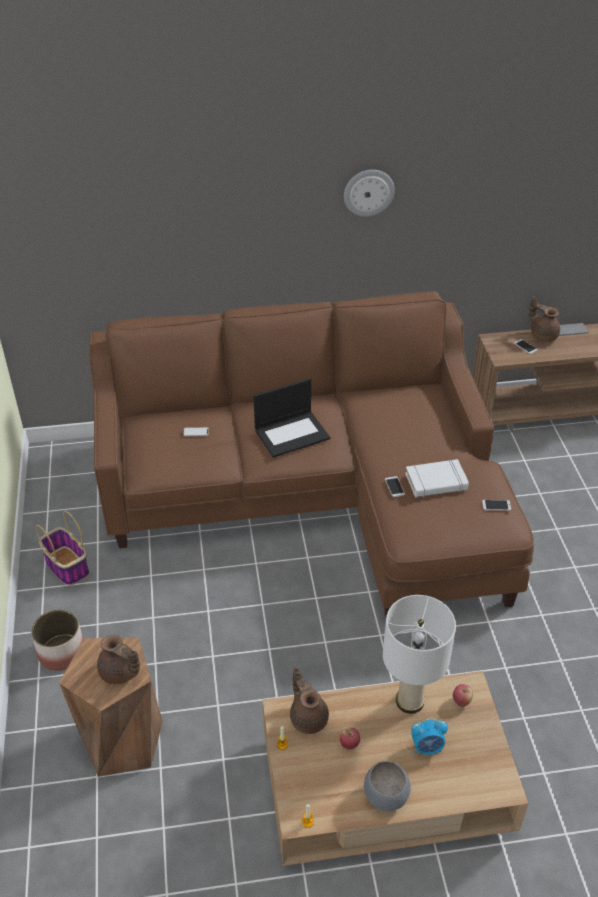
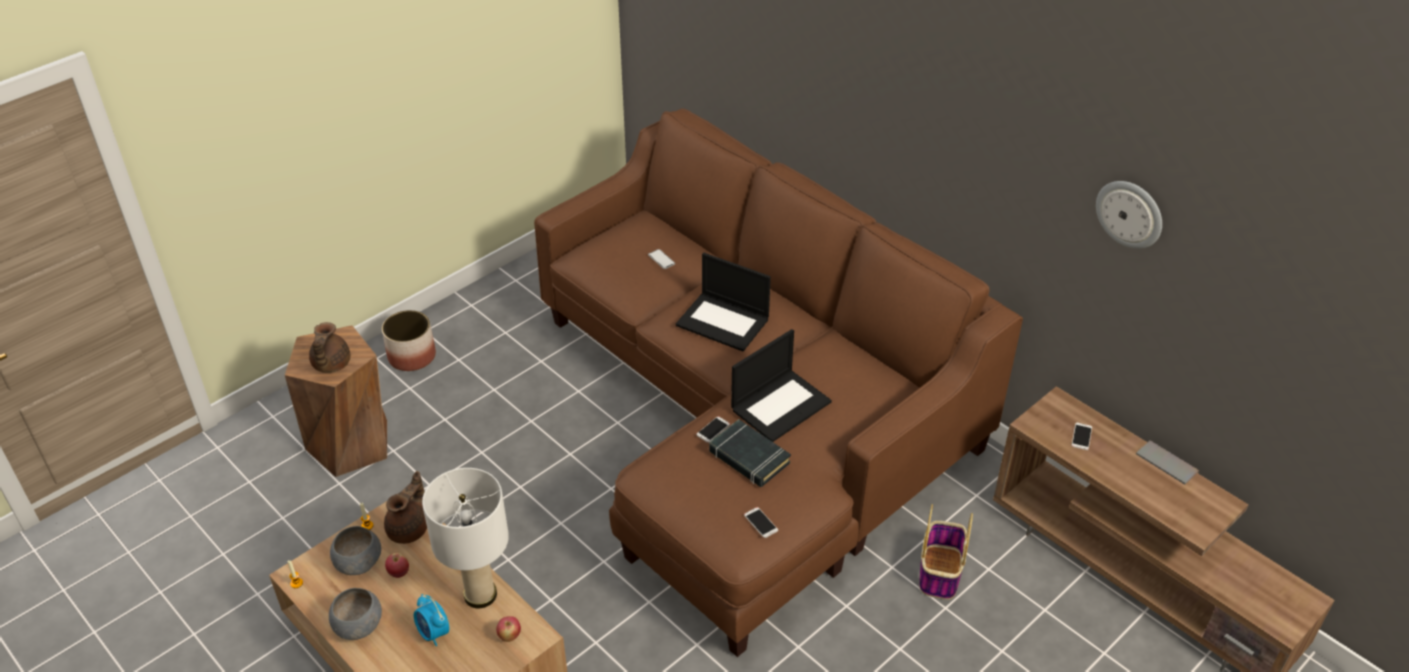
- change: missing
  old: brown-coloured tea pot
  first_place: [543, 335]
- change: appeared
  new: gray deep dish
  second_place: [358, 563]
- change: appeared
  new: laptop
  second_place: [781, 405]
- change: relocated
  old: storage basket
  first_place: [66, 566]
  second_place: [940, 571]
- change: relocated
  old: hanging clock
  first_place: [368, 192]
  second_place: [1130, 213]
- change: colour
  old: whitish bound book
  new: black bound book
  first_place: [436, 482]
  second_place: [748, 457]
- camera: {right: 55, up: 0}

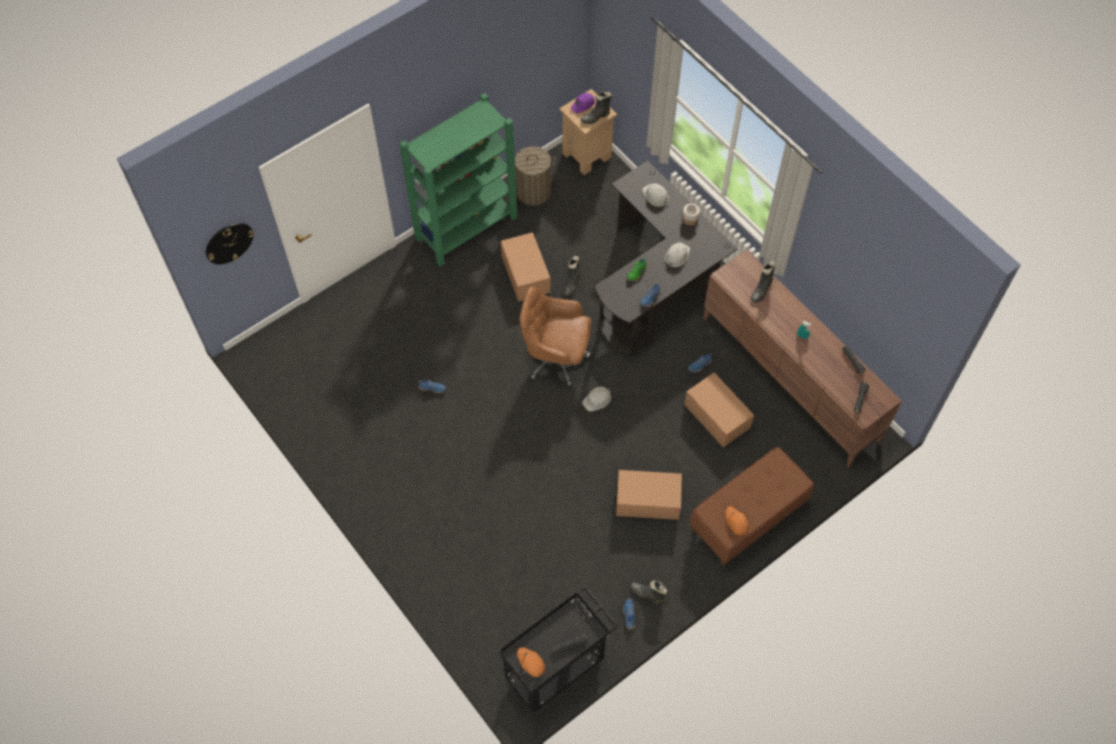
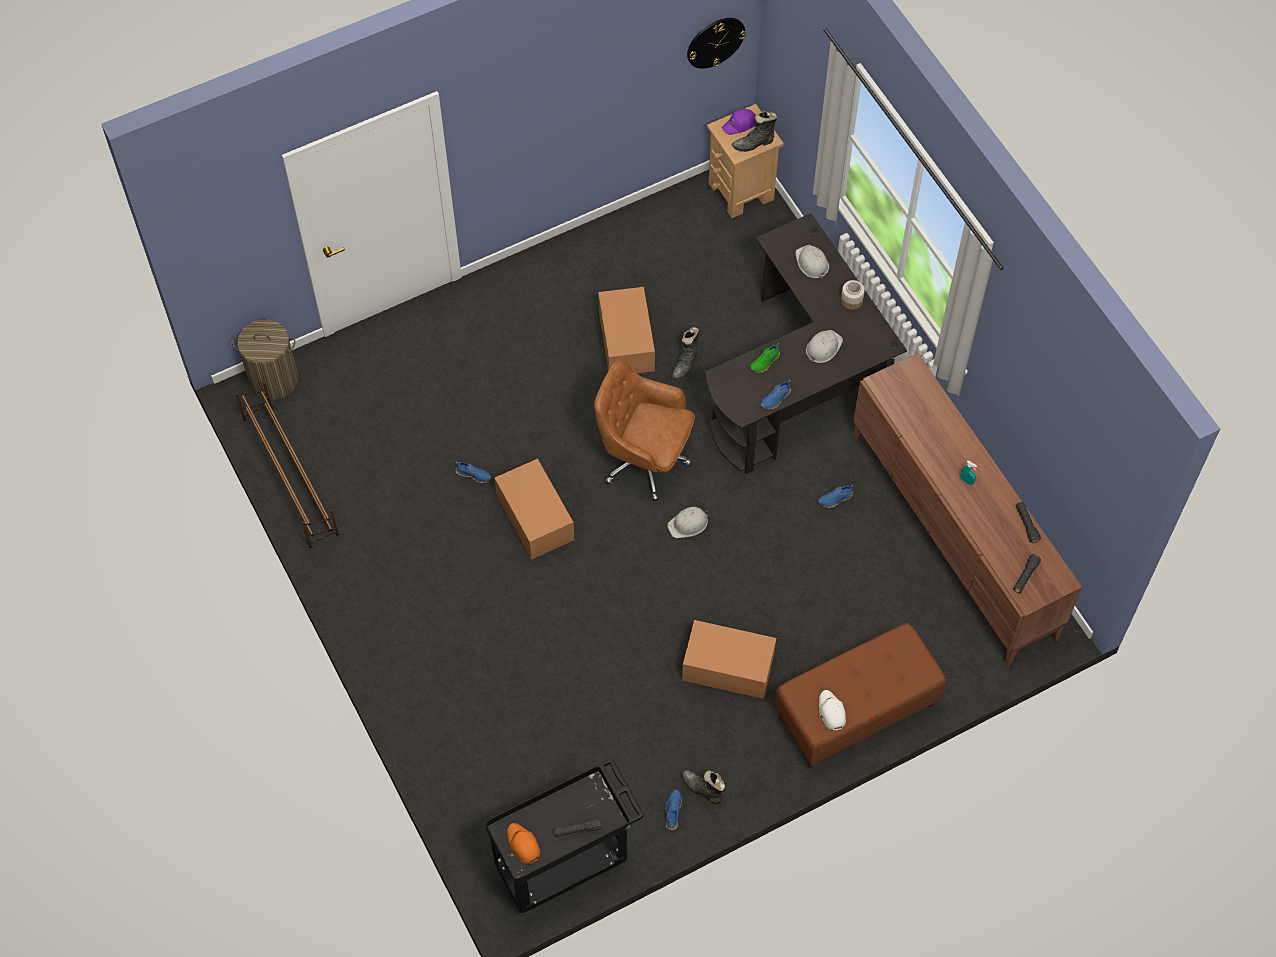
- change: missing
  old: green shelving unit
  first_place: [466, 227]
- change: missing
  old: black high-top boot
  first_place: [762, 290]
- change: appeared
  new: brown-coloured shoe rack
  second_place: [290, 475]
- change: relocated
  old: hanging clock
  first_place: [229, 243]
  second_place: [715, 42]
- change: relocated
  old: washing basket
  first_place: [533, 192]
  second_place: [273, 379]
- change: relocated
  old: cardboard box
  first_place: [717, 416]
  second_place: [535, 518]
- change: colour
  old: orangey cap
  new: whitish cap
  first_place: [736, 522]
  second_place: [831, 712]
- camera: {right: 10, up: 0}

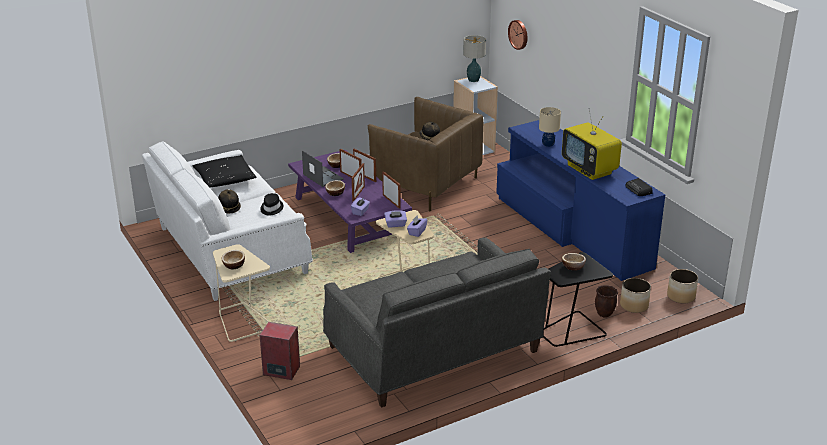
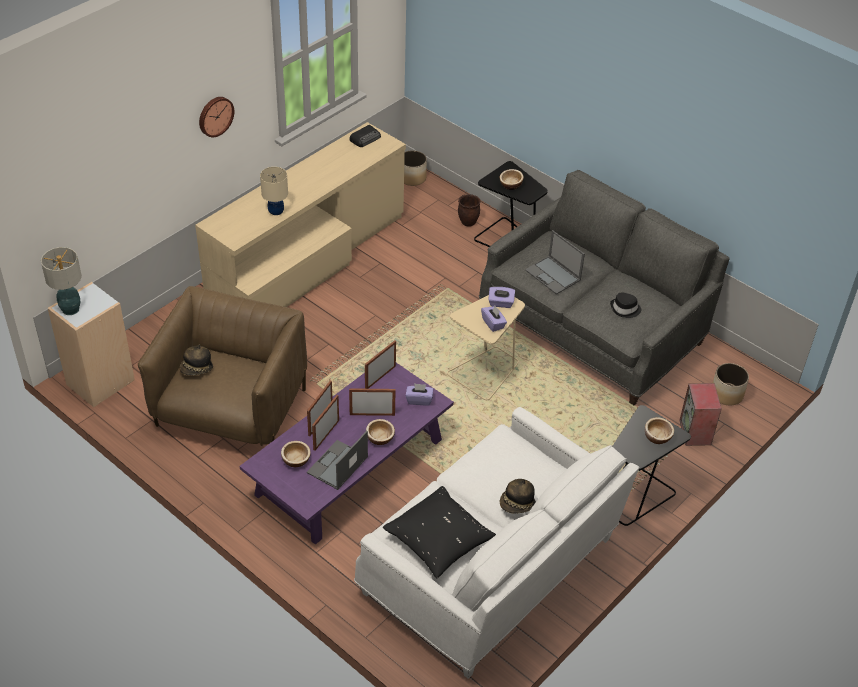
- change: missing
  old: TV set
  first_place: [590, 169]
- change: appeared
  new: laptop
  second_place: [553, 275]
- change: relocated
  old: black wearable hat
  first_place: [271, 208]
  second_place: [625, 309]
- change: relocated
  old: hanging clock
  first_place: [519, 34]
  second_place: [215, 116]
- change: relocated
  old: planter
  first_place: [634, 305]
  second_place: [726, 394]
- change: colour
  old: beige-coloured accent table
  new: black accent table
  first_place: [242, 322]
  second_place: [634, 495]
- change: colour
  old: blue tv unit
  new: beige-coloured tv unit
  first_place: [571, 230]
  second_place: [307, 262]
- camera: {right: -110, up: 15}

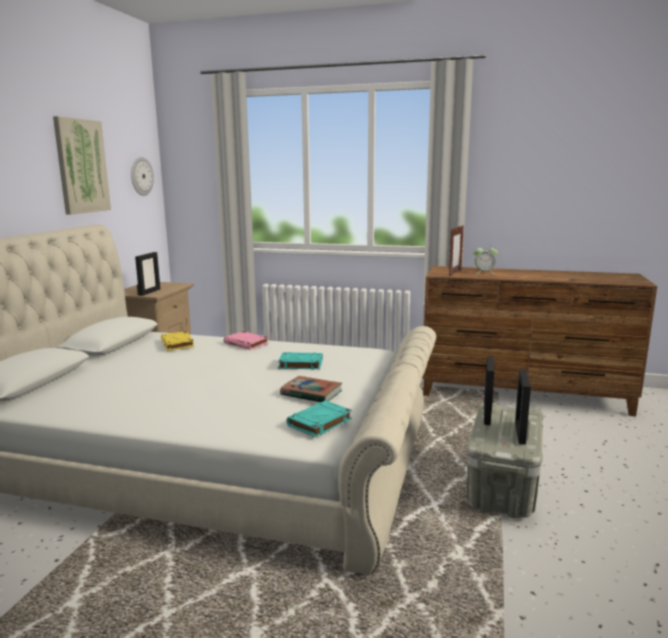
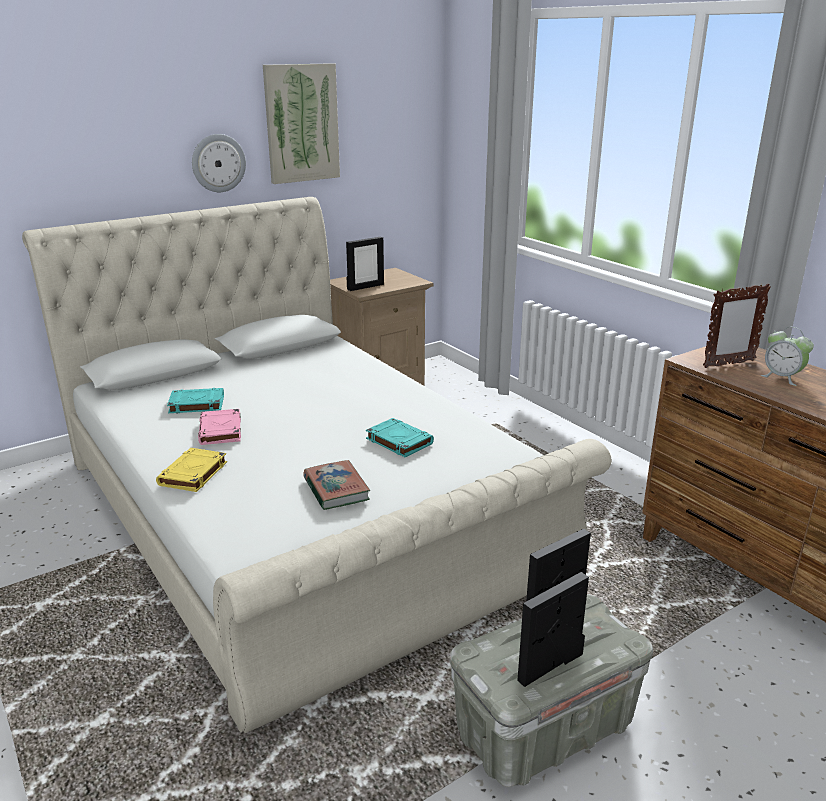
- change: relocated
  old: hanging clock
  first_place: [141, 176]
  second_place: [218, 163]
- change: relocated
  old: yellow-coloured bound book
  first_place: [177, 344]
  second_place: [193, 474]
- change: relocated
  old: pink bound book
  first_place: [246, 343]
  second_place: [221, 431]
- change: relocated
  old: blue-green bound book
  first_place: [319, 422]
  second_place: [196, 404]
- camera: {right: 40, up: 10}

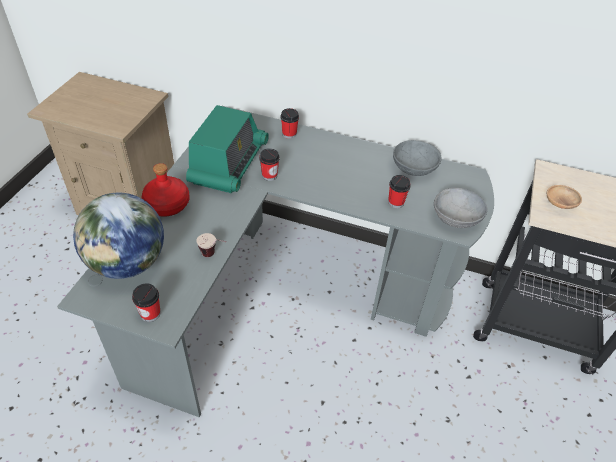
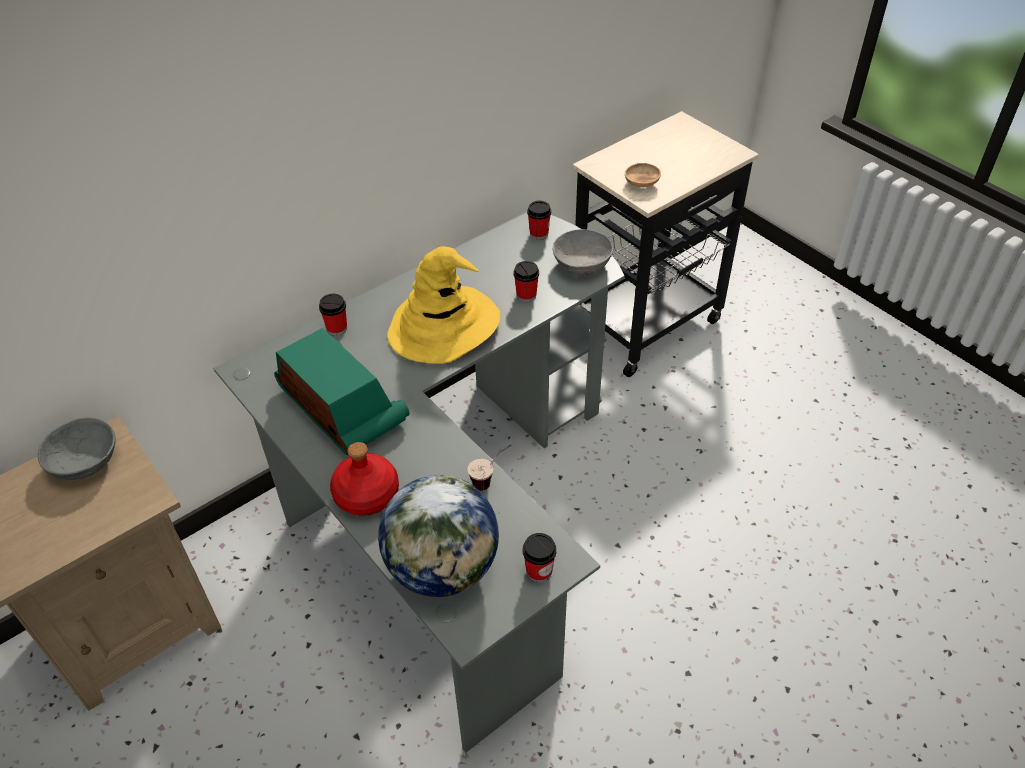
- change: appeared
  new: yellow-coloured wearable hat
  second_place: [444, 326]
- change: relocated
  old: cup
  first_place: [269, 175]
  second_place: [539, 234]
- change: relocated
  old: gray deep dish
  first_place: [413, 167]
  second_place: [84, 462]
- camera: {right: -55, up: 0}

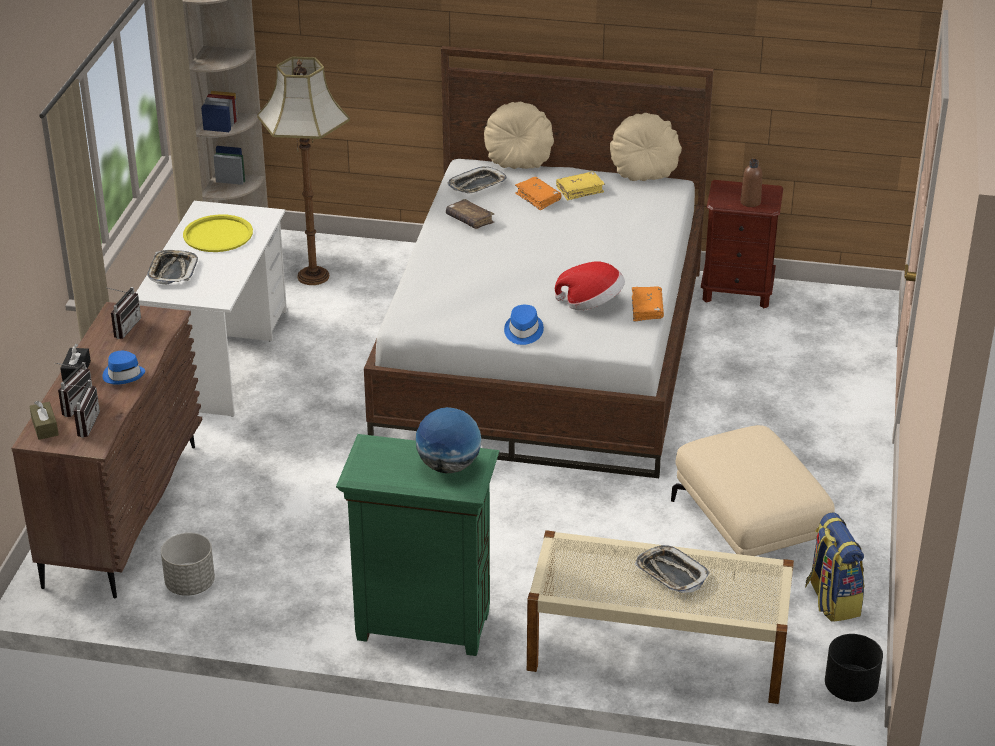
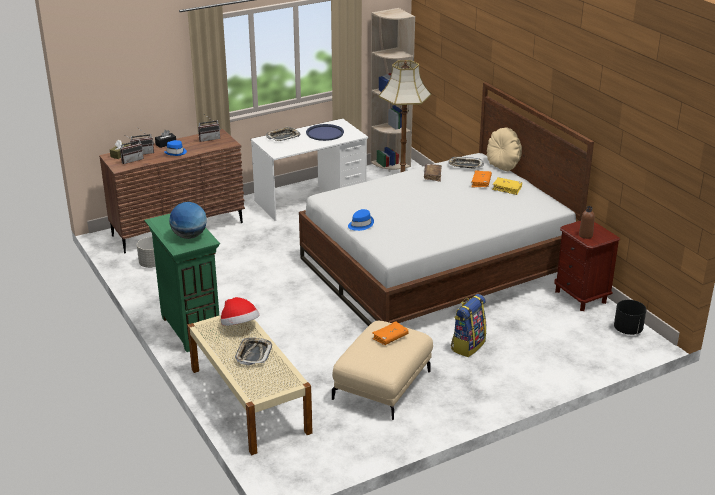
- change: missing
  old: beige-coloured throw pillow
  first_place: [644, 175]
- change: relocated
  old: wearable hat
  first_place: [591, 303]
  second_place: [240, 326]
- change: relocated
  old: orangey bound book
  first_place: [647, 309]
  second_place: [390, 337]
- change: relocated
  old: knapsack
  first_place: [831, 600]
  second_place: [467, 345]
- change: relocated
  old: black planter
  first_place: [850, 688]
  second_place: [628, 330]
- change: colour
  old: yellow-coloured carrying tray
  new: blue carrying tray
  first_place: [218, 235]
  second_place: [325, 133]
- camera: {right: 50, up: -5}

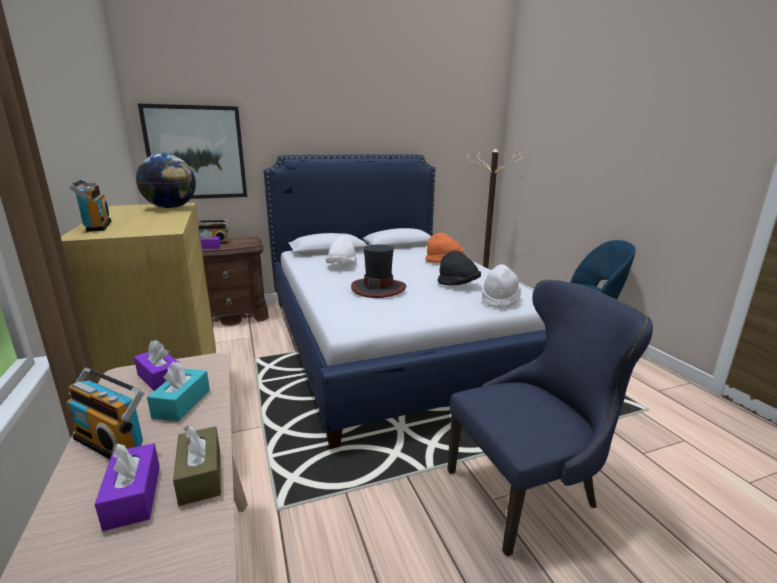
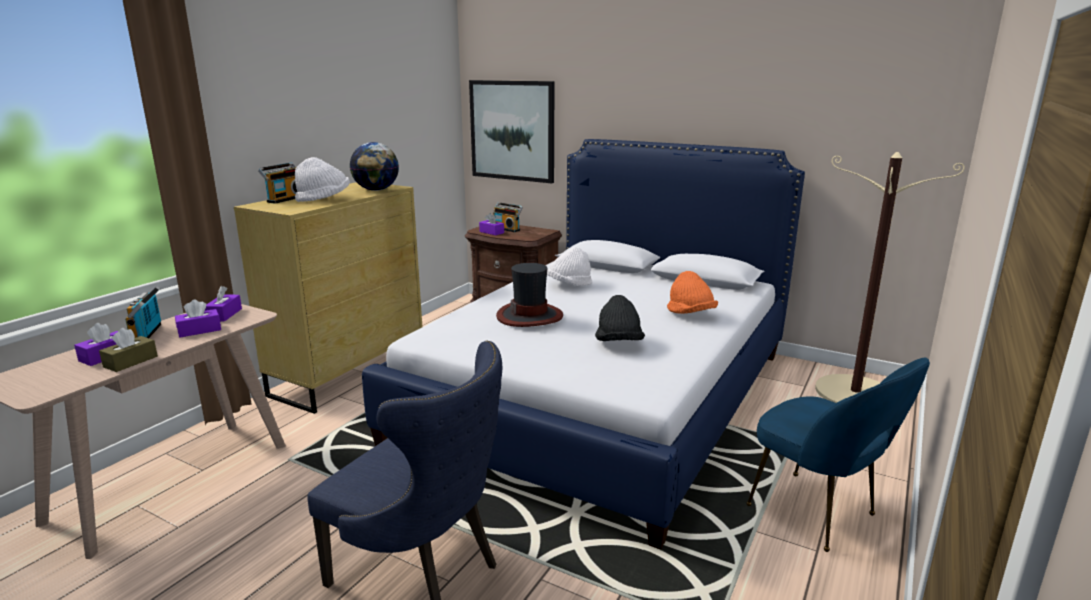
- change: relocated
  old: whitish wearable hat
  first_place: [500, 300]
  second_place: [324, 199]
- change: colour
  old: blue-green box of tissues
  new: purple-coloured box of tissues
  first_place: [182, 403]
  second_place: [199, 330]
- camera: {right: 50, up: 0}

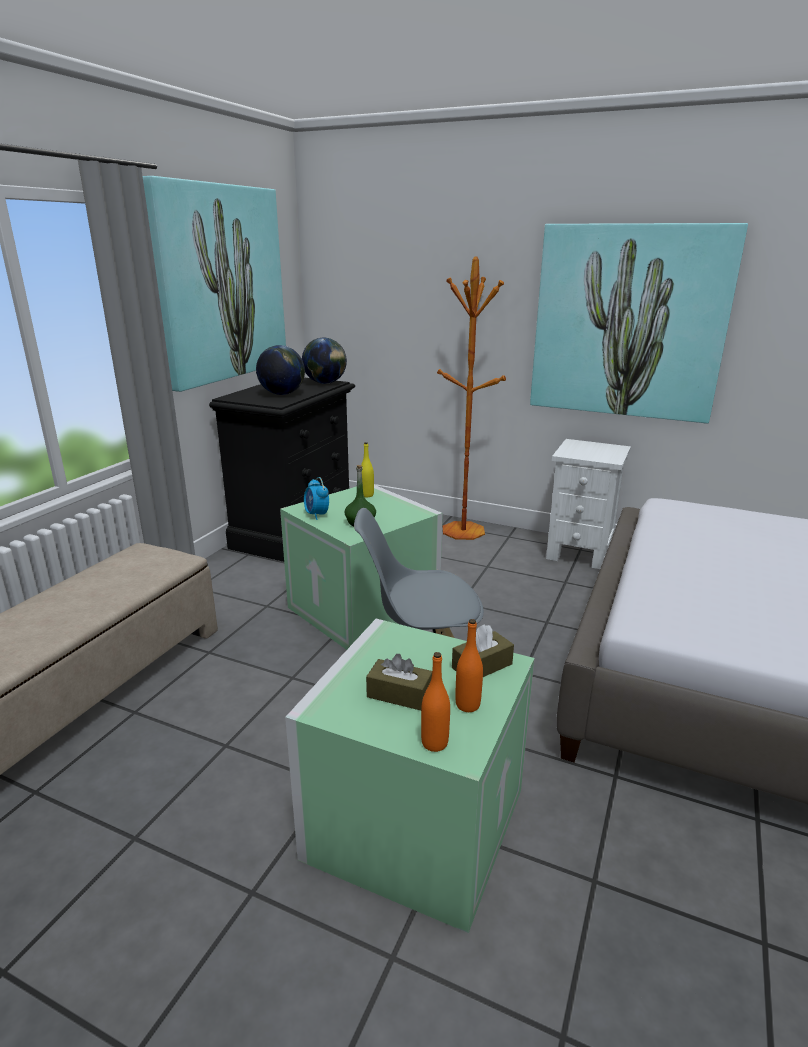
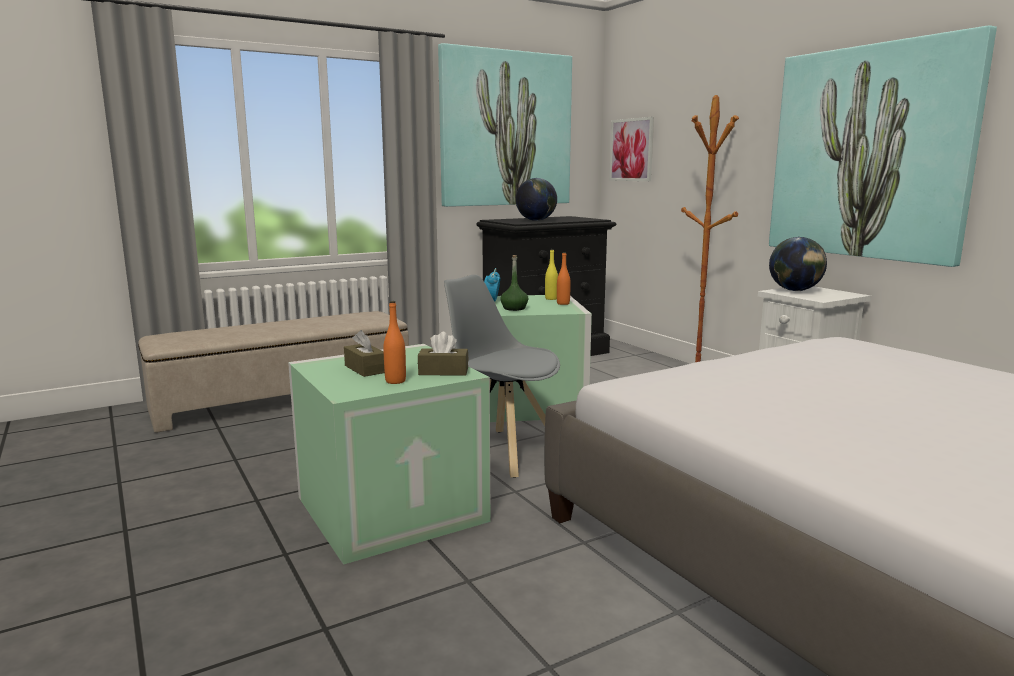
- change: appeared
  new: wall picture
  second_place: [631, 150]
- change: relocated
  old: desk globe
  first_place: [325, 383]
  second_place: [795, 290]
- change: relocated
  old: orangey drink bottle
  first_place: [434, 743]
  second_place: [563, 303]
- camera: {right: 35, up: -10}

